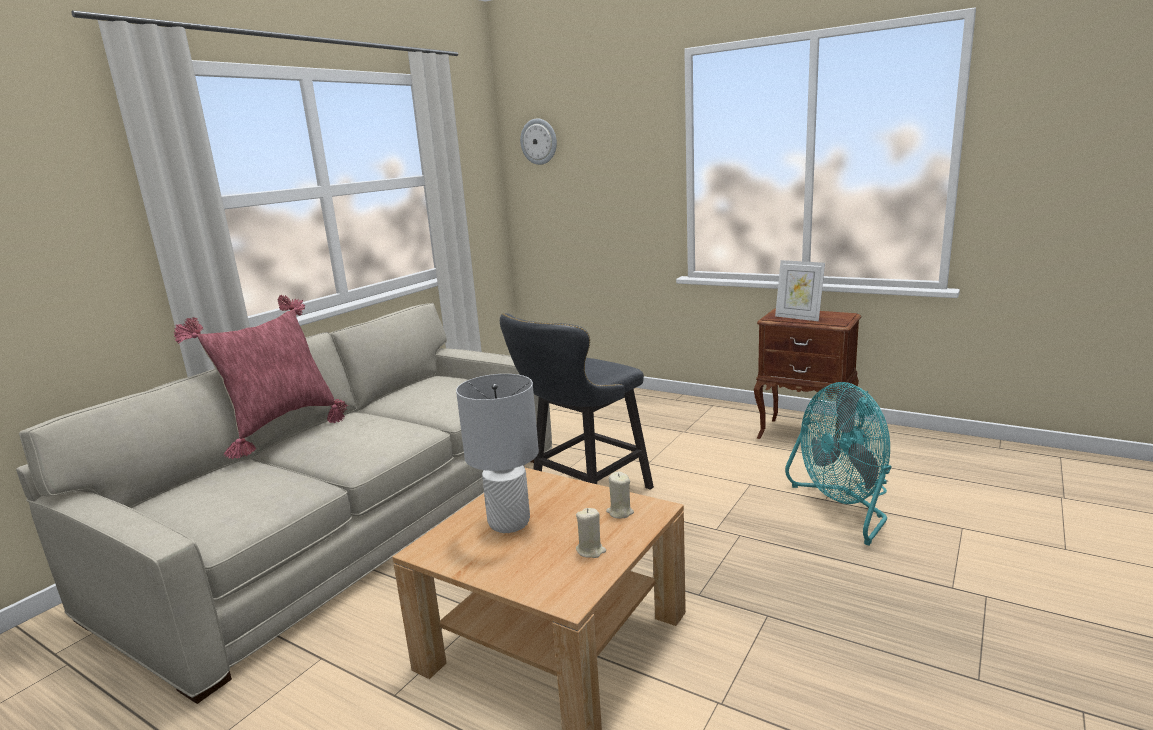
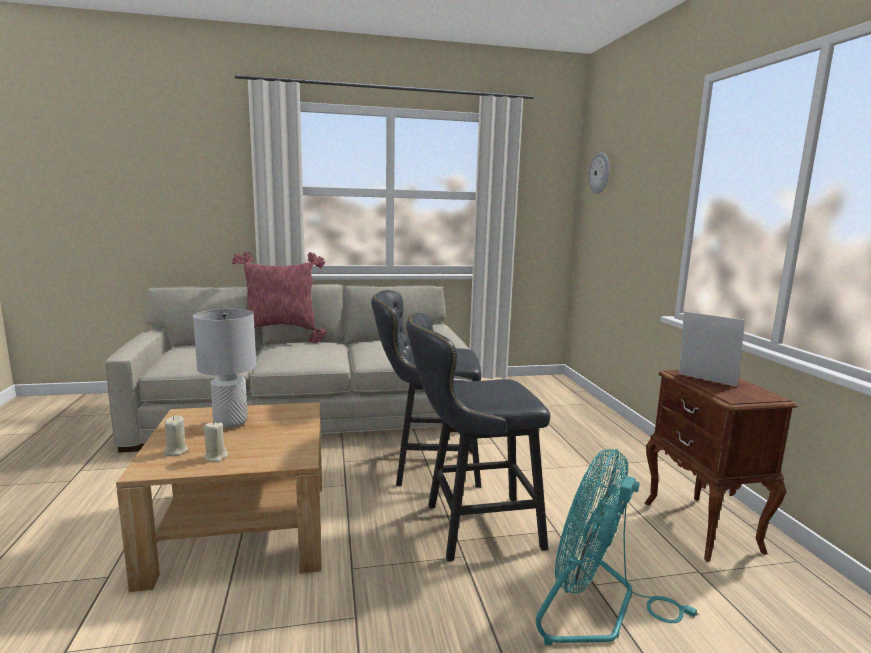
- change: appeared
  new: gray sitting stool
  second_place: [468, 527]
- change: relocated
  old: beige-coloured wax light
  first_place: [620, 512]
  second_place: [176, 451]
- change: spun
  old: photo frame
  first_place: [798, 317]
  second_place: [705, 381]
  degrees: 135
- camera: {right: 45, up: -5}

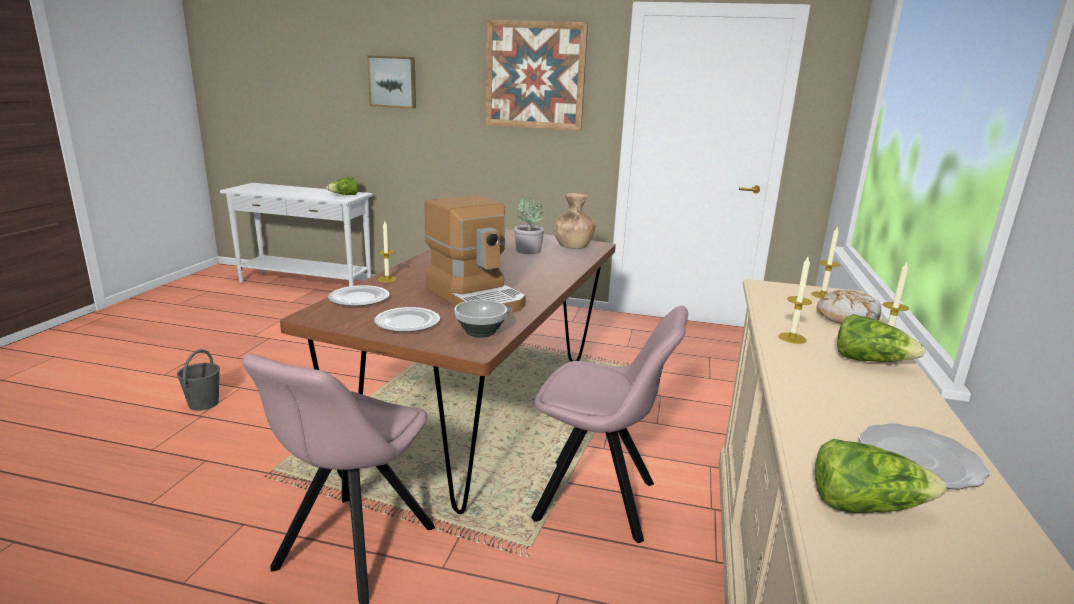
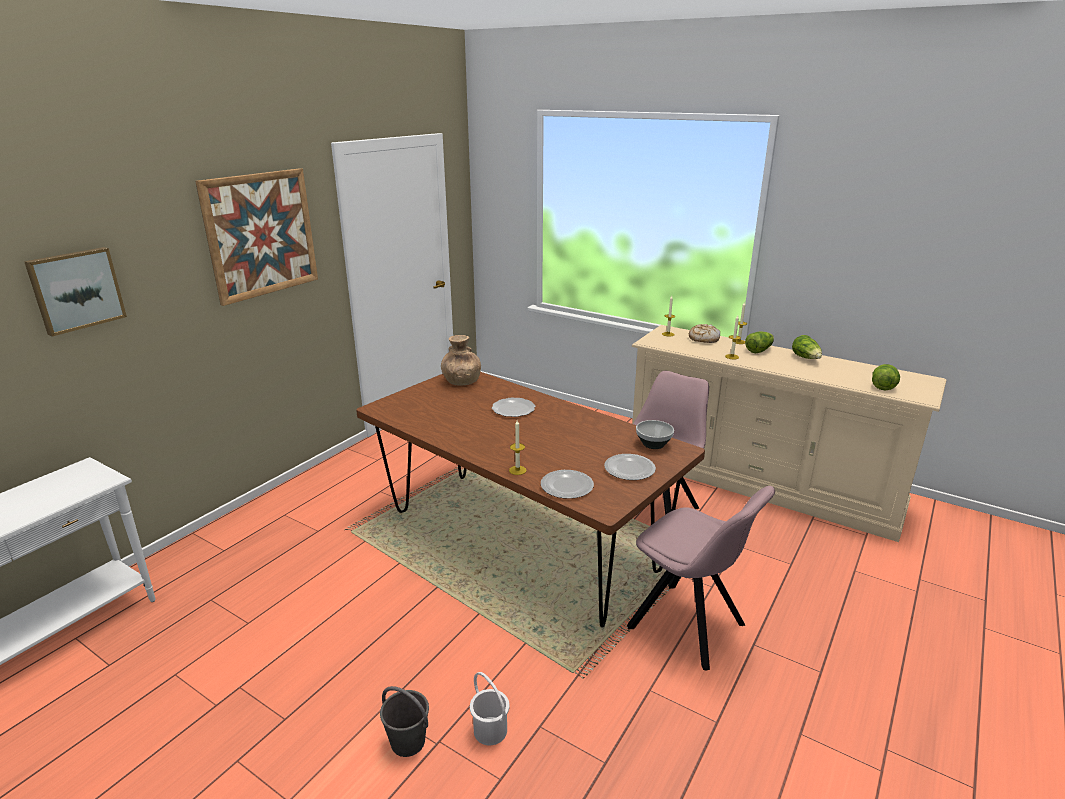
- change: missing
  old: coffee maker
  first_place: [476, 297]
- change: missing
  old: potted plant
  first_place: [527, 250]
- change: appeared
  new: whitish pail
  second_place: [490, 731]
- change: relocated
  old: head of lettuce
  first_place: [344, 195]
  second_place: [806, 358]
- change: relocated
  old: flat dish
  first_place: [918, 458]
  second_place: [512, 409]
- camera: {right: -70, up: 5}

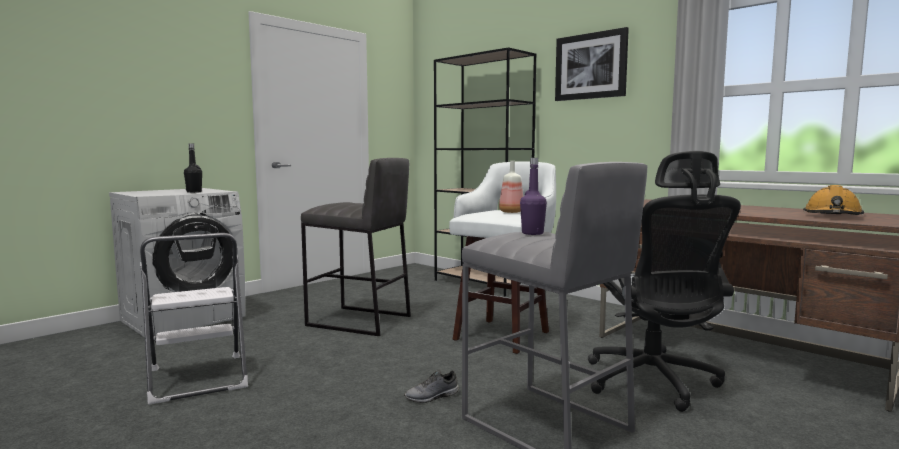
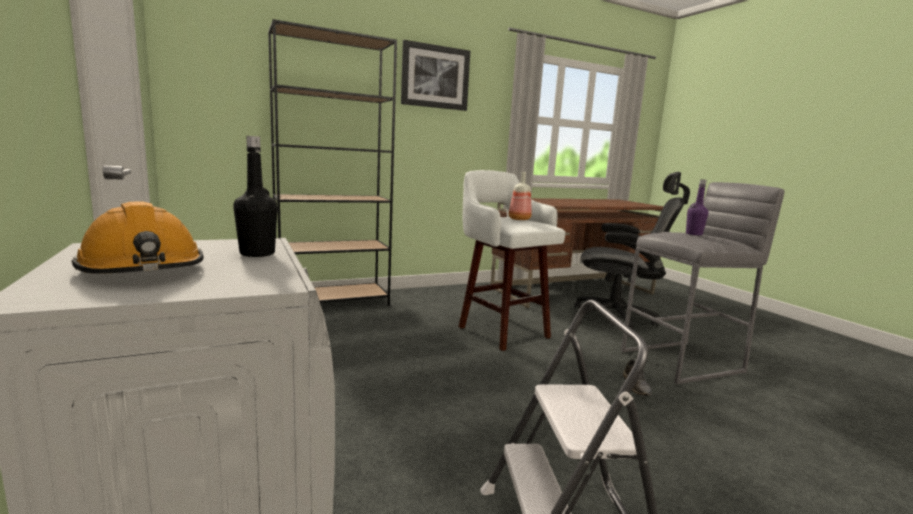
- change: missing
  old: gray sitting stool
  first_place: [359, 321]
- change: relocated
  old: orangey hard hat
  first_place: [832, 216]
  second_place: [143, 270]
- camera: {right: -70, up: 5}

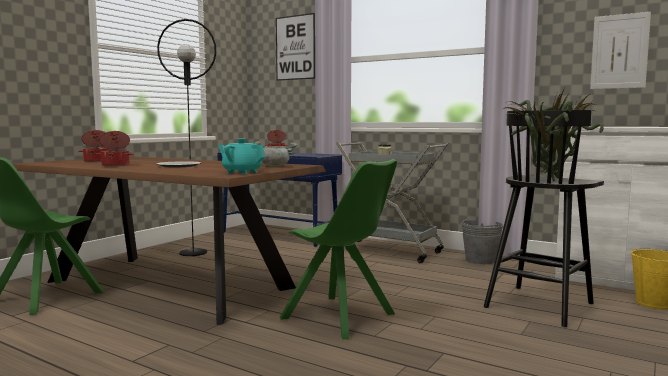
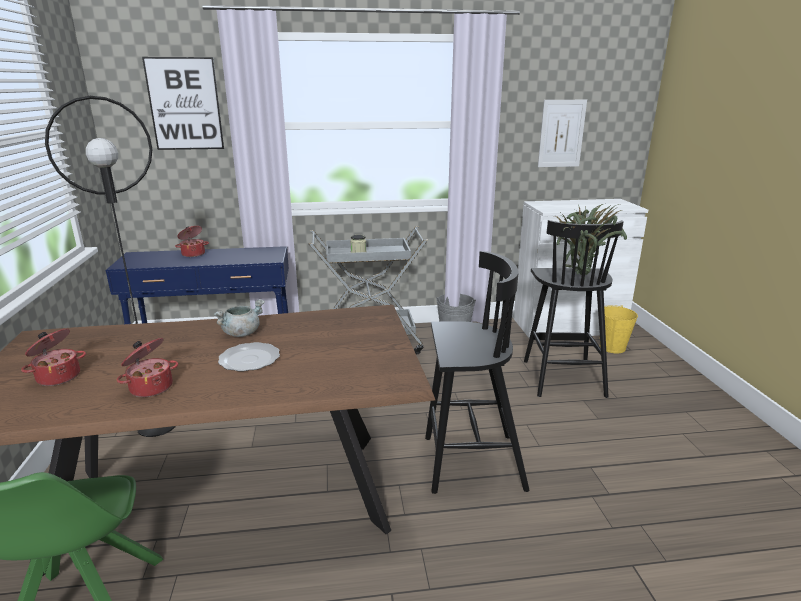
- change: missing
  old: blue-green tea pot
  first_place: [242, 172]
- change: relocated
  old: gray cooking pot
  first_place: [275, 166]
  second_place: [241, 333]
- change: exchanged
  old: green chair
  new: black sitting stool
  first_place: [340, 317]
  second_place: [469, 463]
- camera: {right: -40, up: 15}

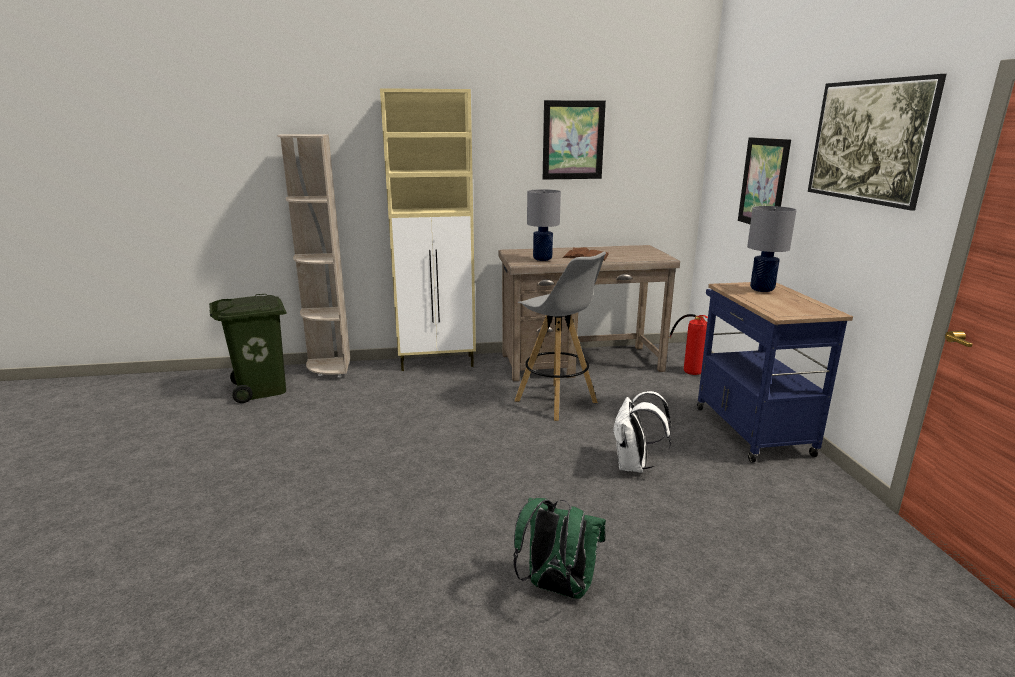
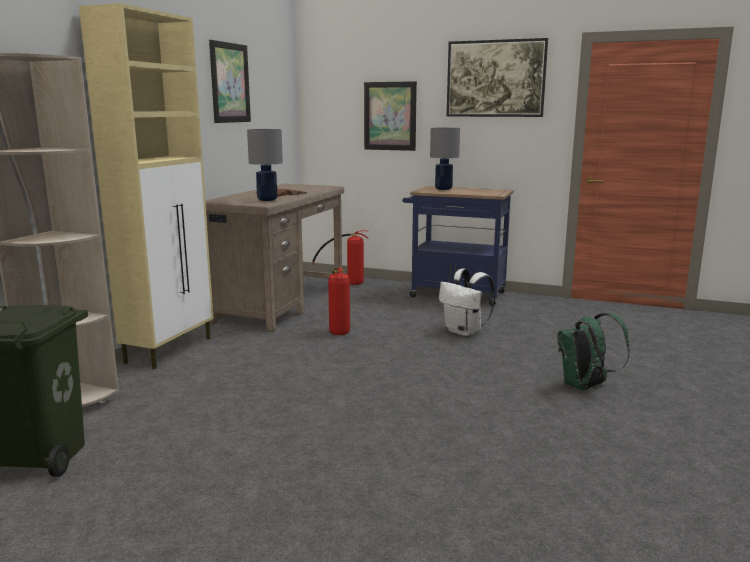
- change: exchanged
  old: gray sitting stool
  new: fire-fighting cylinder
  first_place: [556, 402]
  second_place: [338, 328]
- camera: {right: -60, up: -5}

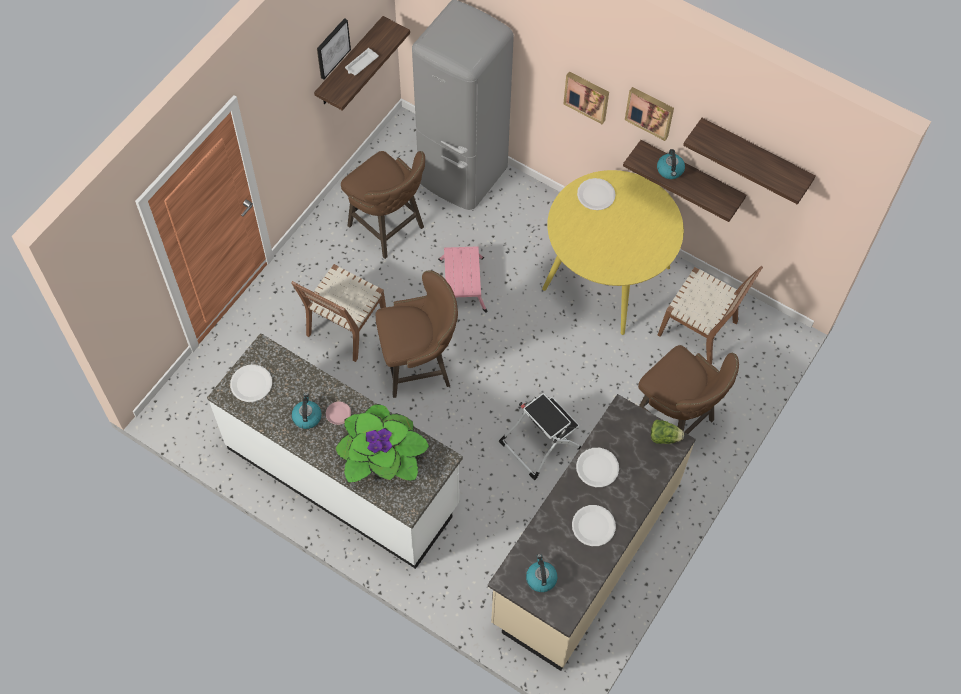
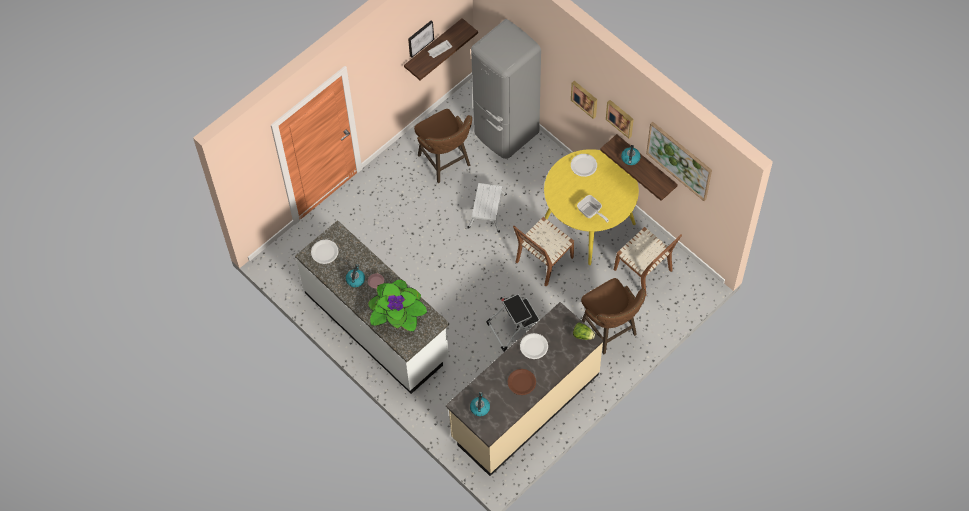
- change: missing
  old: brown-coloured sitting stool
  first_place: [420, 366]
- change: appeared
  new: pan
  second_place: [591, 212]
- change: relocated
  old: chair
  first_place: [345, 328]
  second_place: [542, 262]
- change: exchanged
  old: shelf
  new: wall picture
  first_place: [755, 155]
  second_place: [679, 160]
- change: colour
  old: pink step ladder
  new: whitish step ladder
  first_place: [462, 284]
  second_place: [487, 210]
- change: colour
  old: whitish flat dish
  new: brown-coloured flat dish
  first_place: [593, 526]
  second_place: [521, 382]
- camera: {right: 15, up: 0}

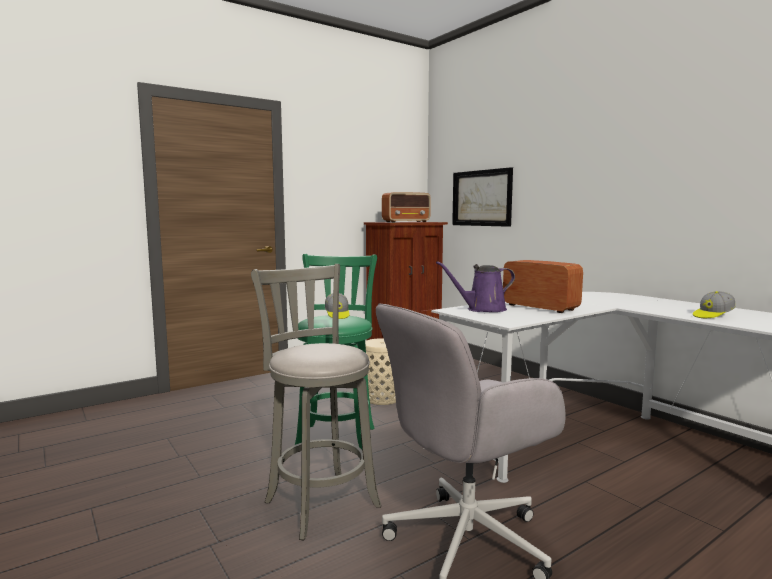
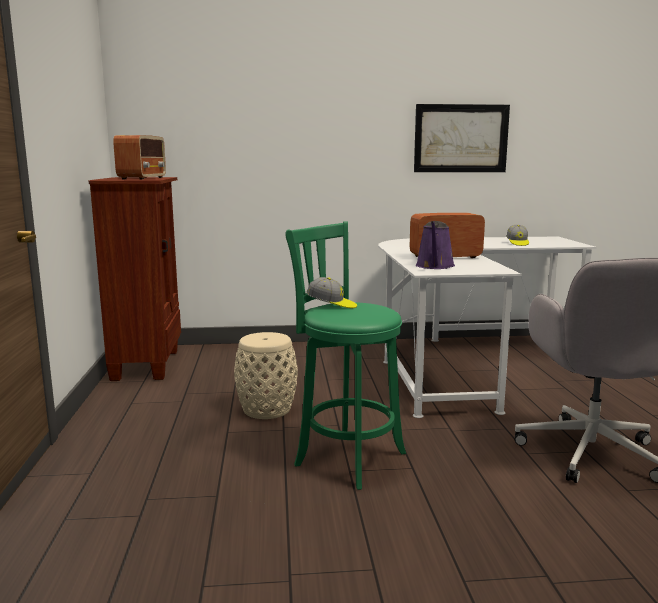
- change: missing
  old: gray sitting stool
  first_place: [319, 501]
- change: relocated
  old: wall picture
  first_place: [481, 198]
  second_place: [460, 138]
- camera: {right: -60, up: 5}

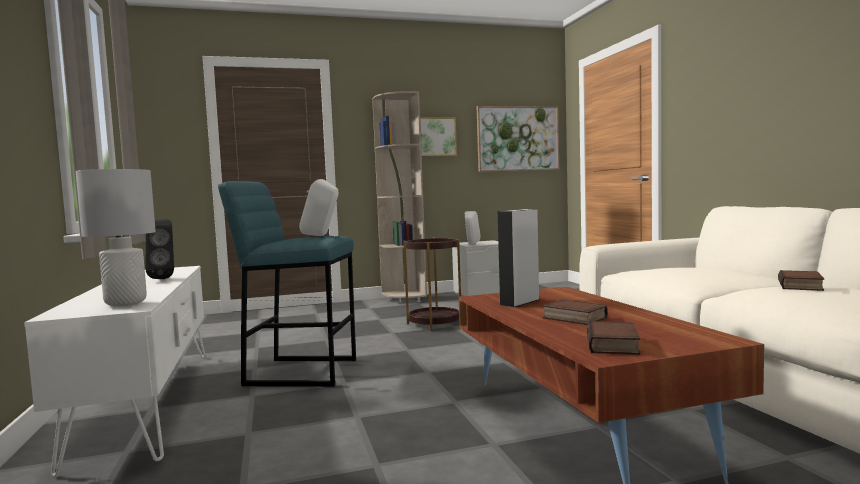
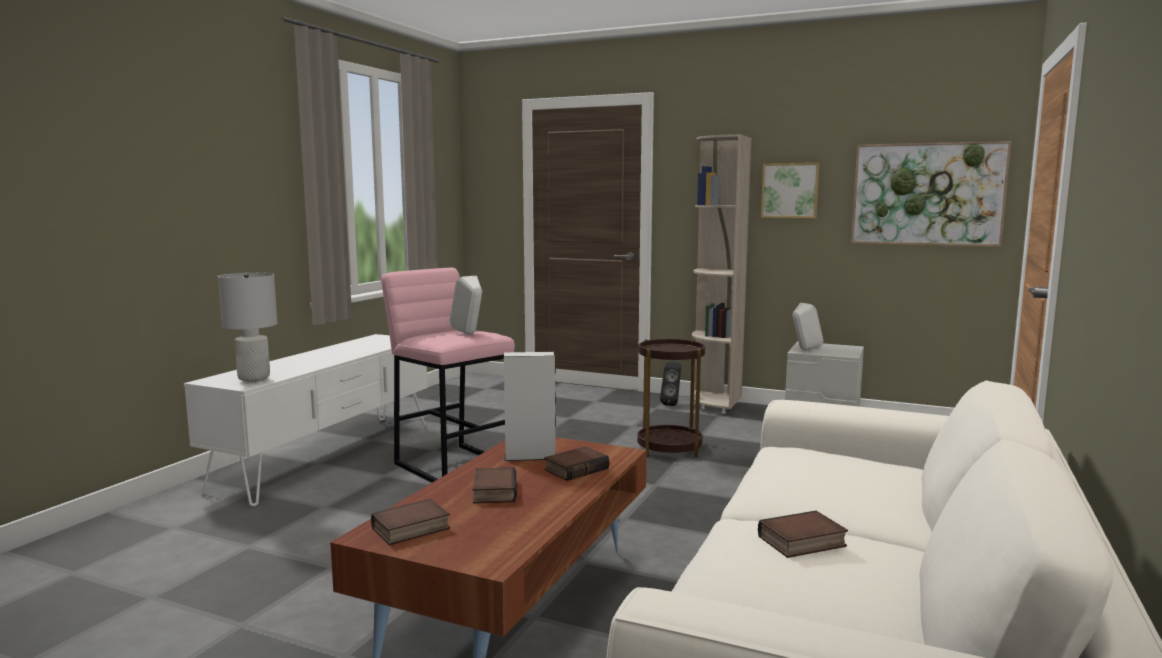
- change: appeared
  new: bound book
  second_place: [576, 468]
- change: relocated
  old: black speaker
  first_place: [164, 278]
  second_place: [672, 404]
- change: colour
  old: blue-green sitting stool
  new: pink sitting stool
  first_place: [299, 372]
  second_place: [452, 465]
- camera: {right: 40, up: 5}

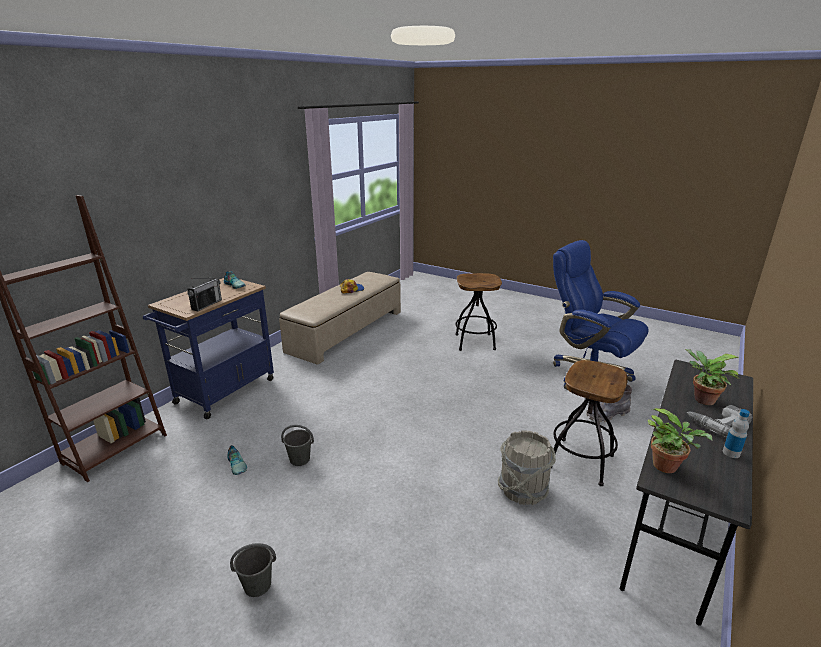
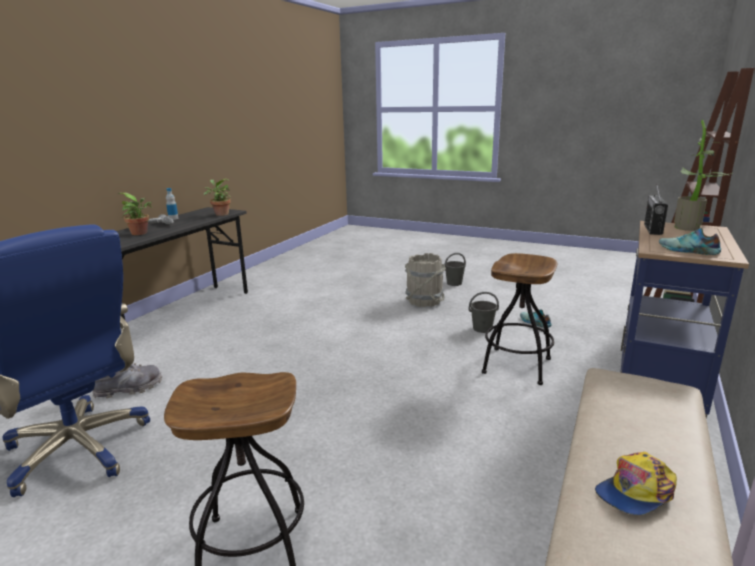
- change: appeared
  new: potted plant
  second_place: [691, 228]
- change: relocated
  old: gray pail
  first_place: [523, 490]
  second_place: [424, 301]
- change: relocated
  old: brown-coloured sitting stool
  first_place: [581, 460]
  second_place: [516, 365]
- camera: {right: 175, up: -5}

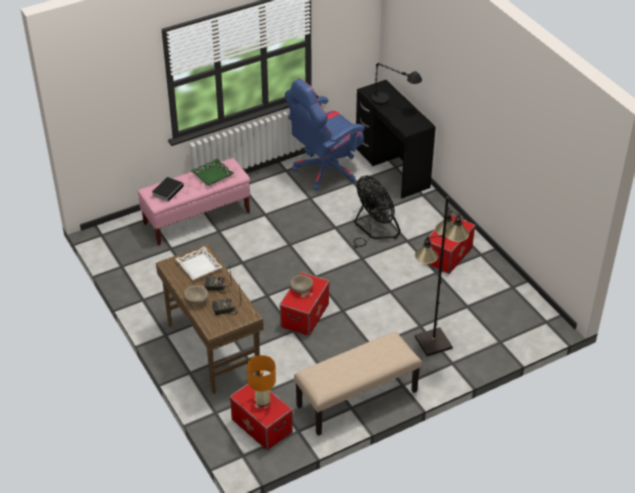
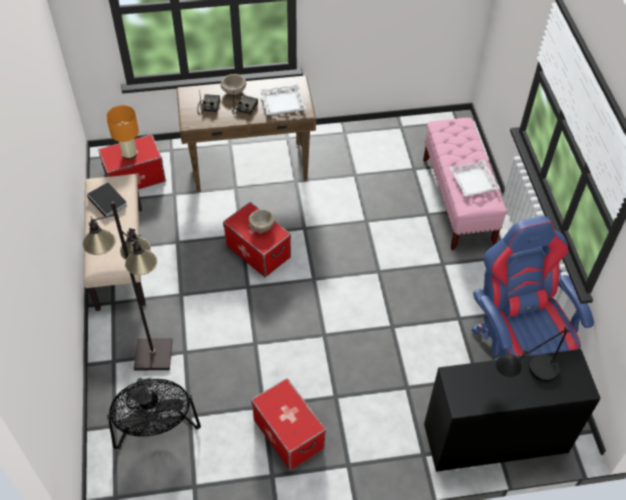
- change: relocated
  old: bound book
  first_place: [168, 190]
  second_place: [108, 203]
- change: relocated
  old: black fan
  first_place: [371, 229]
  second_place: [152, 424]
- change: colour
  old: green carrying tray
  new: whitish carrying tray
  first_place: [212, 175]
  second_place: [473, 181]
- camera: {right: 110, up: 10}

